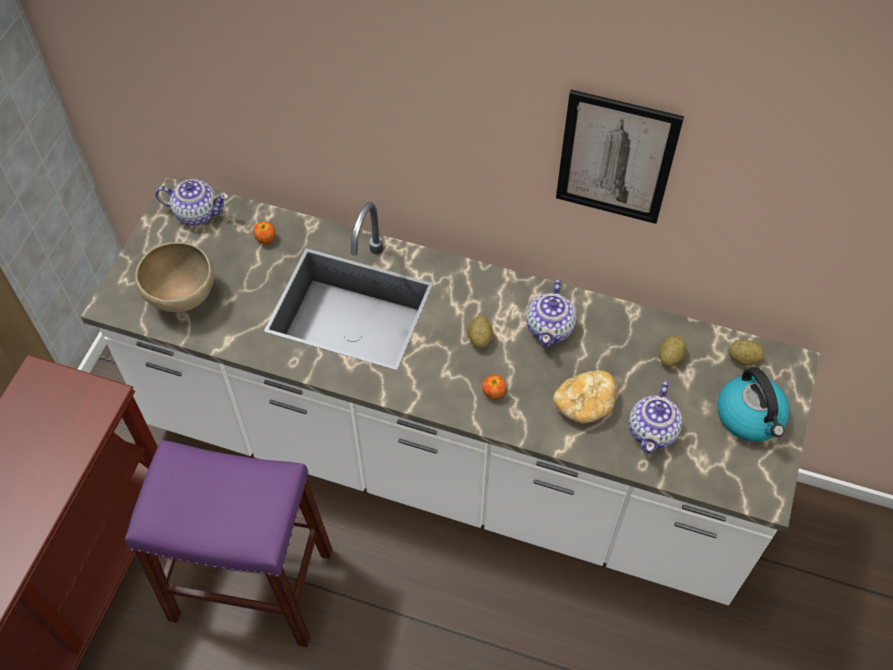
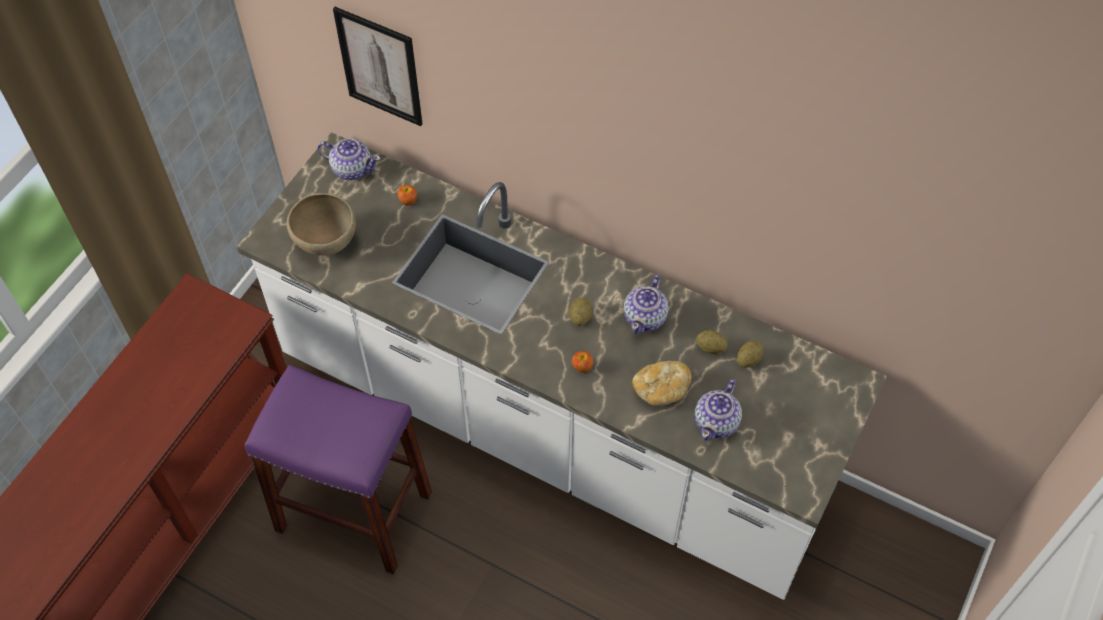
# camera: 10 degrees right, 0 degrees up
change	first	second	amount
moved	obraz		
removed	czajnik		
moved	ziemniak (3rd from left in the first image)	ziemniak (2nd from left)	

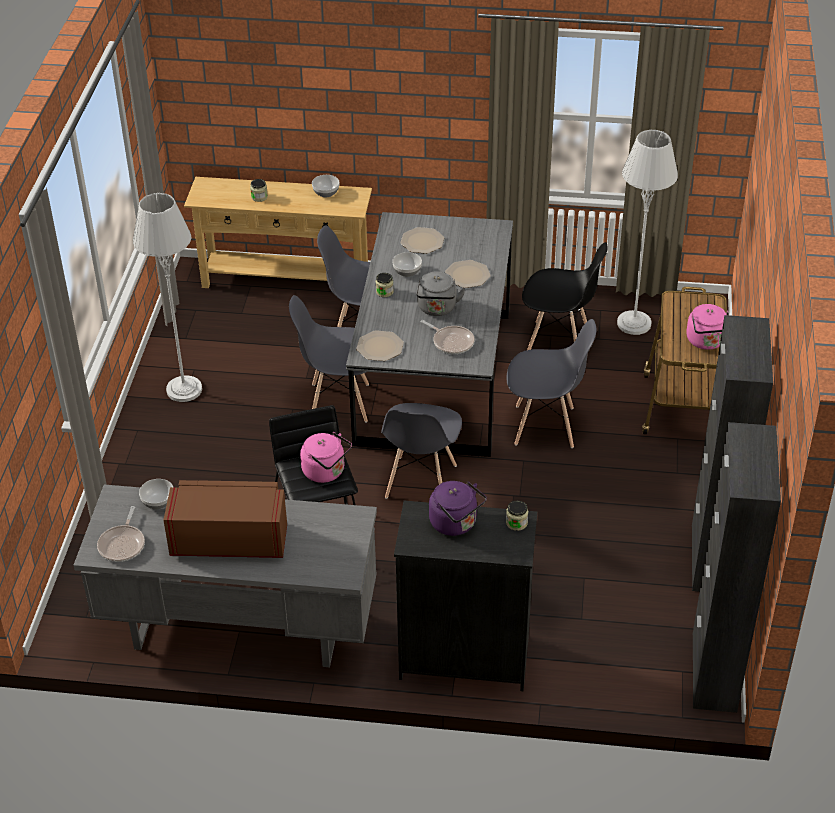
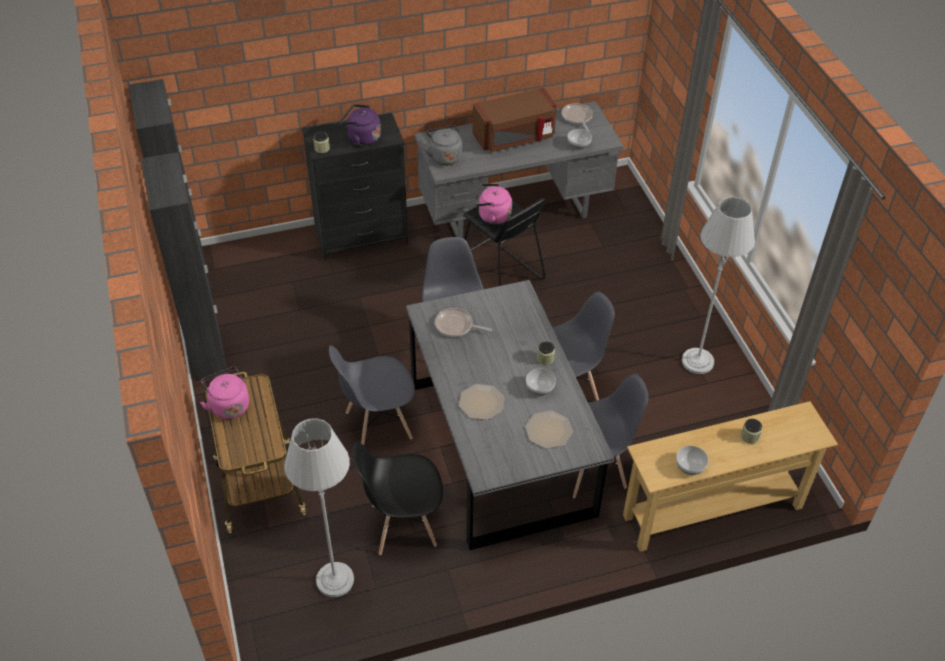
# camera: 155 degrees right, 5 degrees up
change	first	second	amount
removed	talerz (1st from left)		
moved	czajnik/szary		

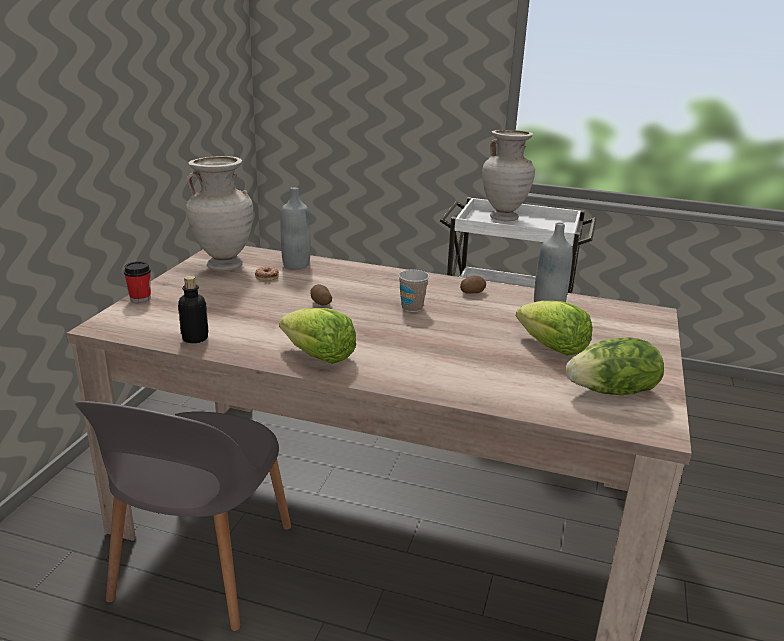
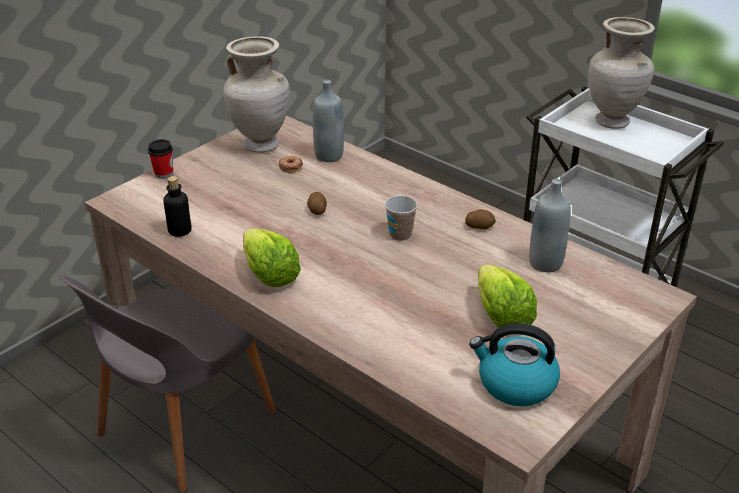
# camera: 25 degrees right, 10 degrees up
change	first	second	amount
replaced	sałata (3rd from left)	czajnik	

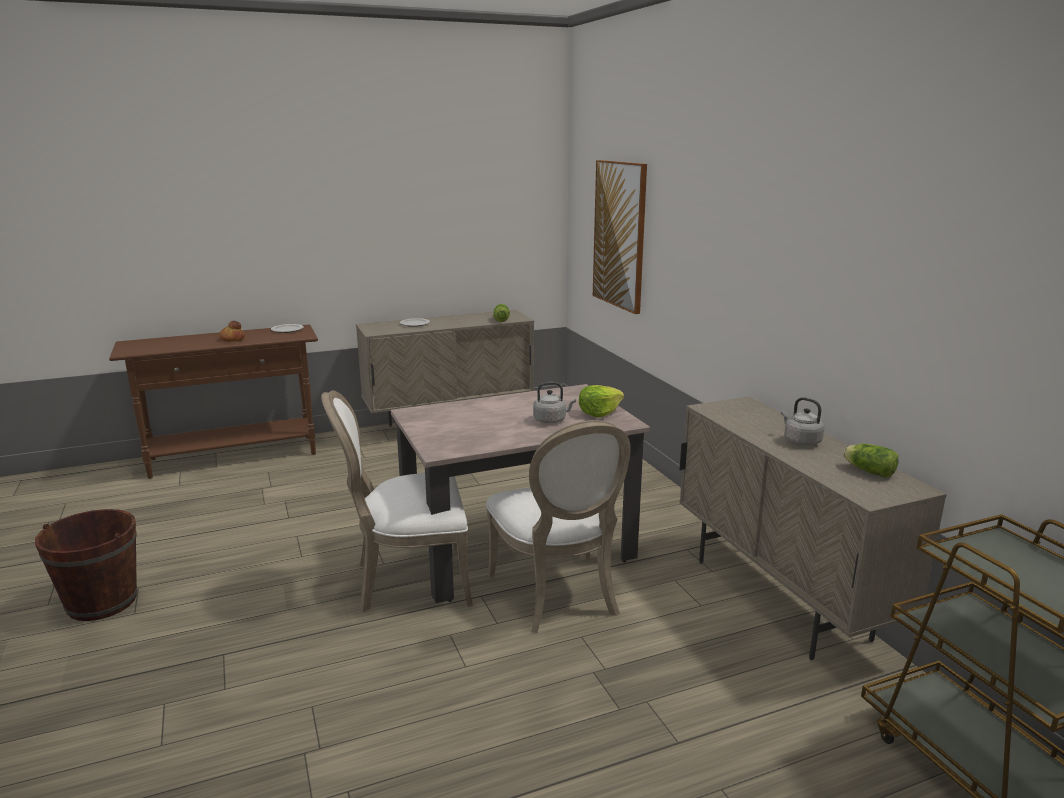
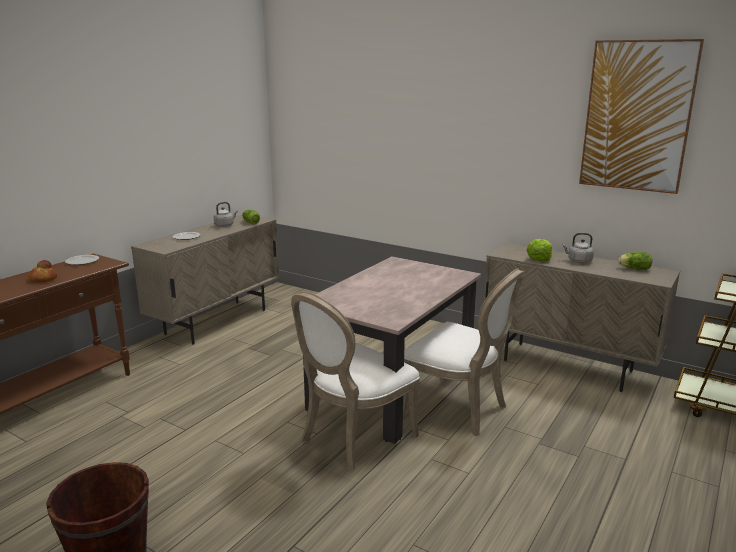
# camera: 35 degrees left, 0 degrees up
change	first	second	amount
moved	czajnik/szary (1st from left)		
moved	sałata (2nd from left)		
moved	obraz		

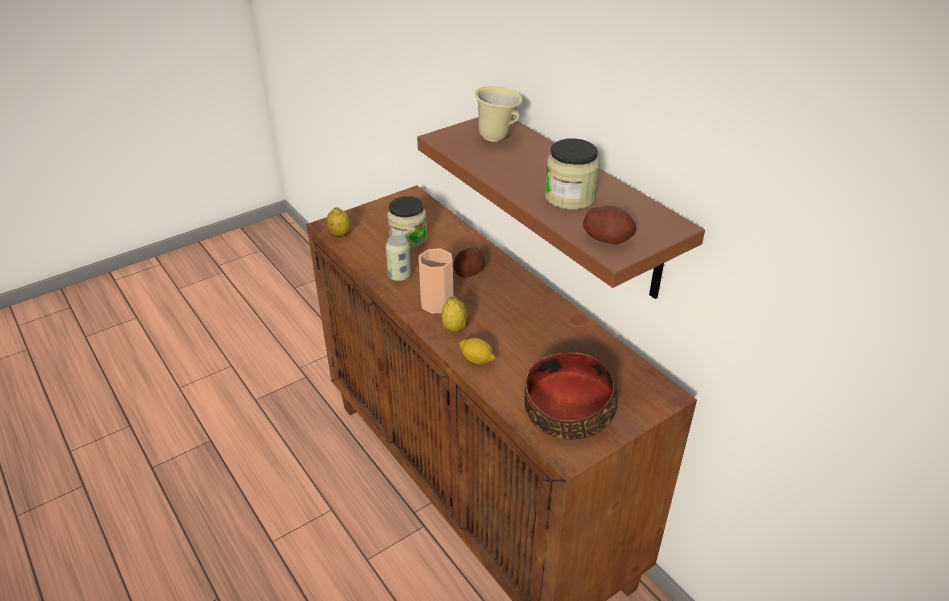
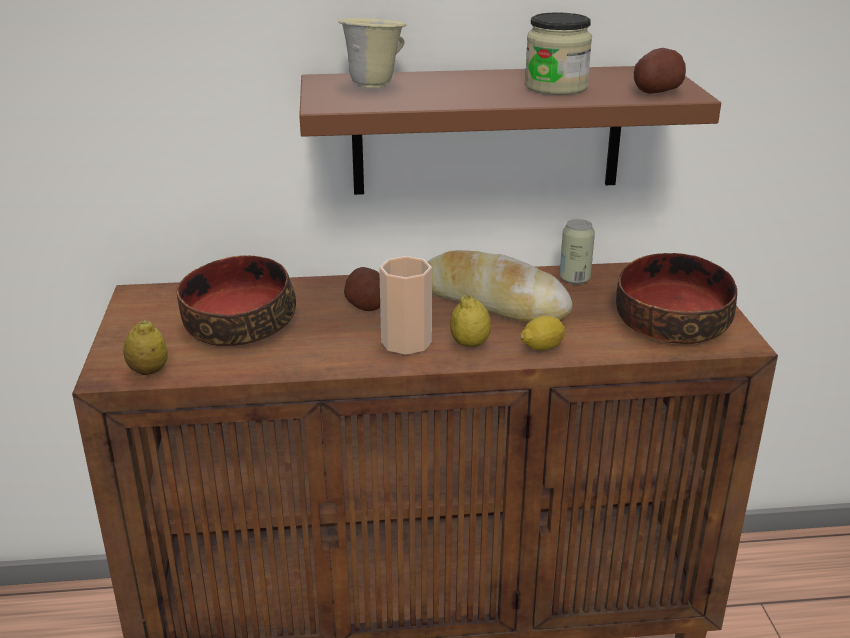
# camera: 60 degrees left, 10 degrees down
change	first	second	amount
moved	puszka		
replaced	słoik (1st from left)	miska (1st from left)	
added		chleb	

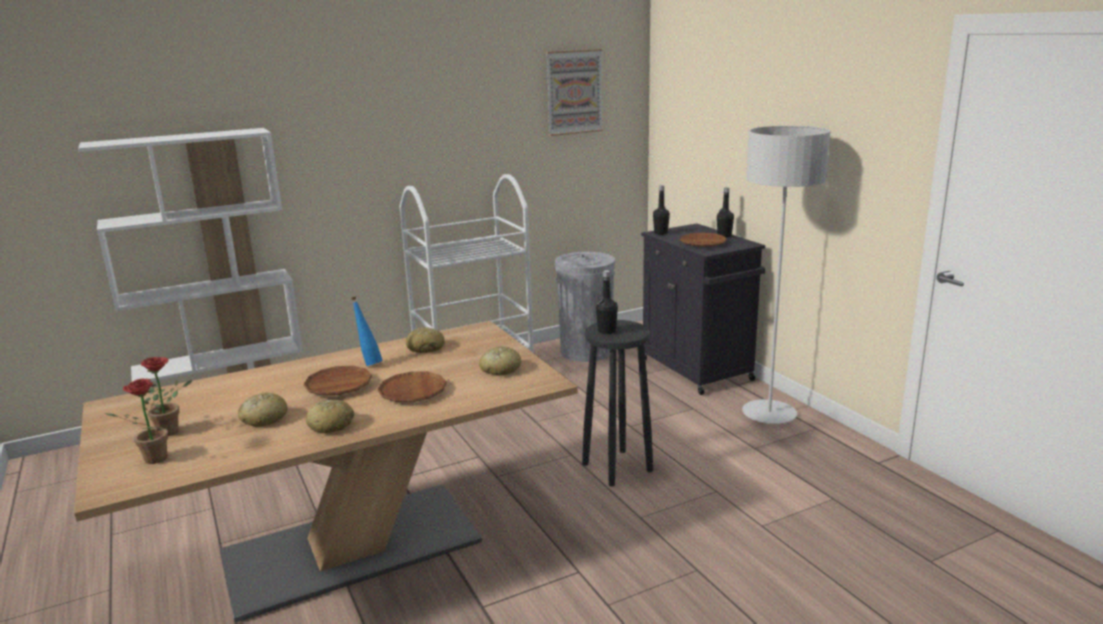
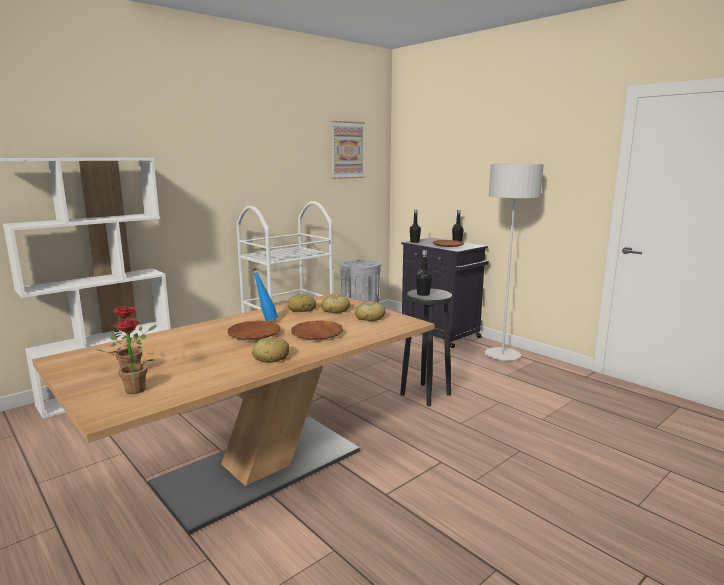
# camera: 15 degrees left, 5 degrees down
change	first	second	amount
moved	chleb (1st from left in the first image)	chleb (3rd from left)	

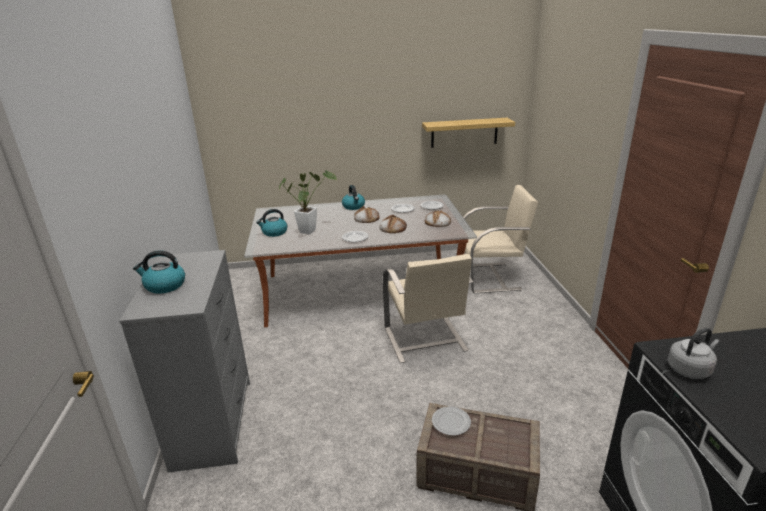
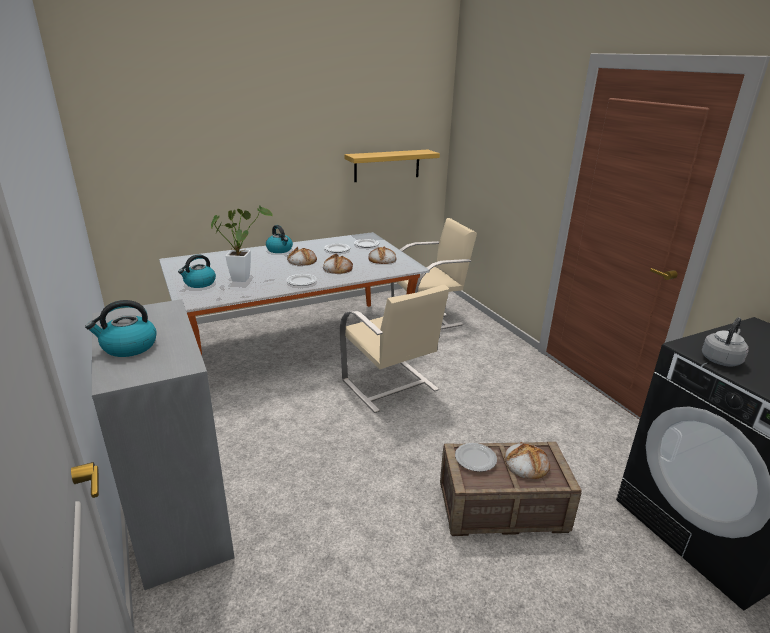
# camera: 20 degrees left, 0 degrees up
change	first	second	amount
added		chleb (4th from left)	

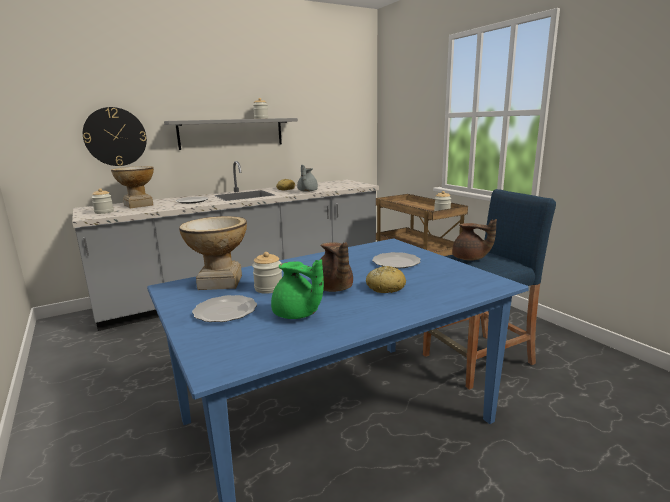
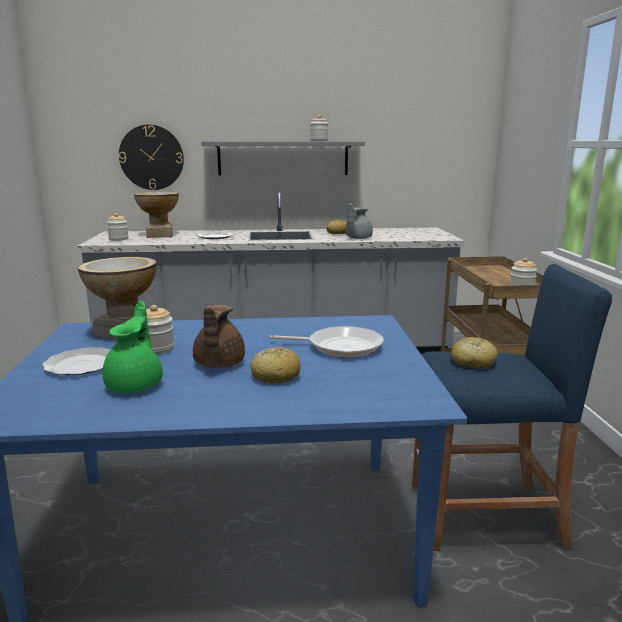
# camera: 25 degrees right, 0 degrees up
change	first	second	amount
turned	imbryk/zielony		150 degrees counterclockwise
replaced	talerz (3rd from left)	patelnia	
replaced	imbryk/brązowy (2nd from left)	chleb (3rd from left)	

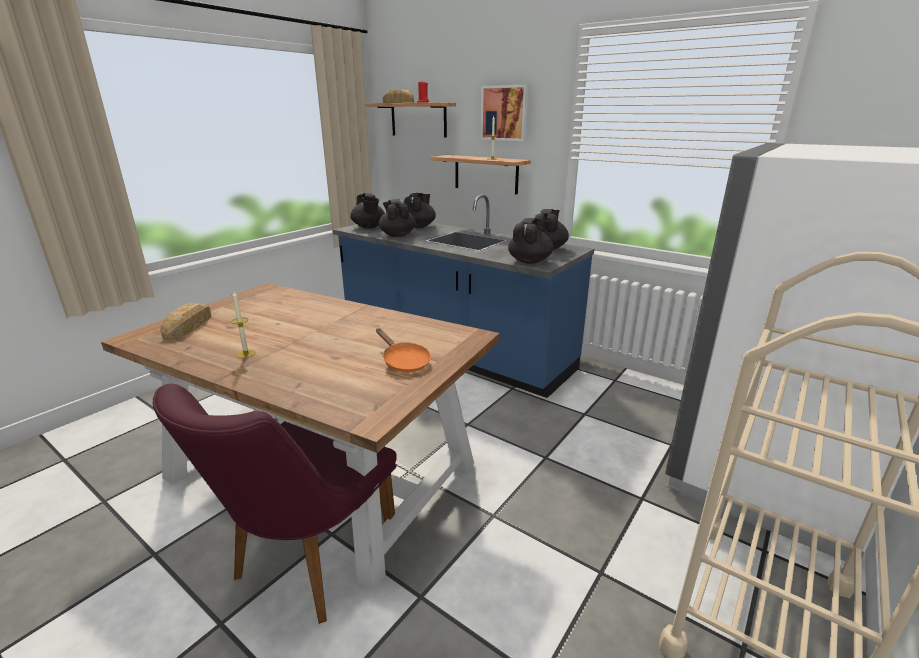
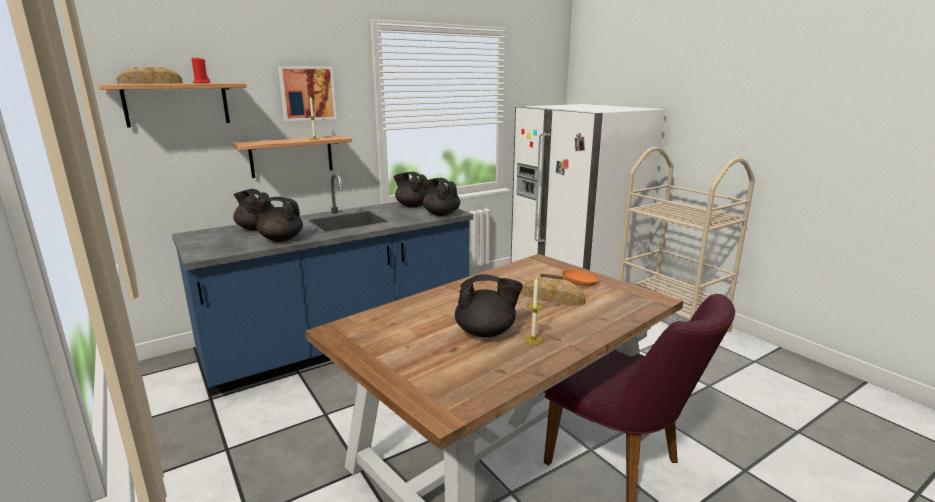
# camera: 70 degrees left, 5 degrees down
change	first	second	amount
moved	chleb (1st from left in the first image)	chleb (2nd from left)	
moved	imbryk/czarny (1st from left in the first image)	imbryk/czarny (5th from left)	

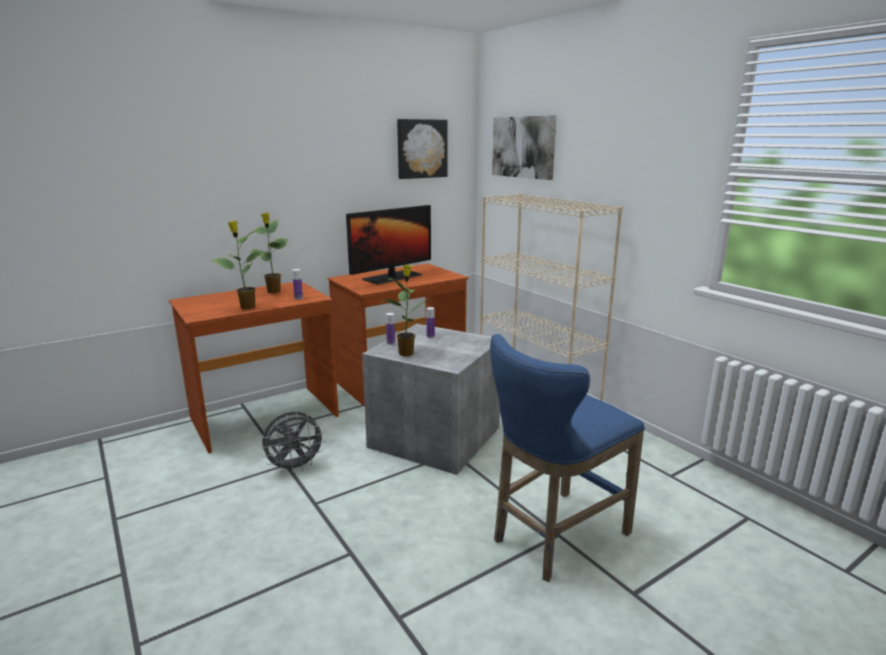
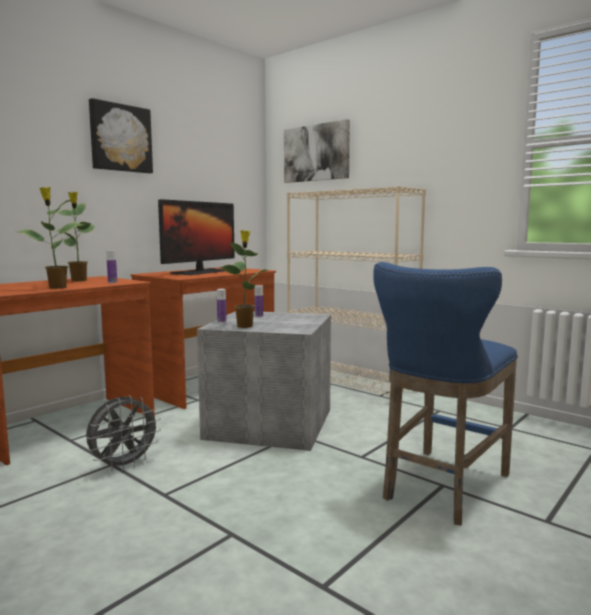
# camera: 15 degrees left, 10 degrees down
change	first	second	amount
moved	obraz (1st from left)		

